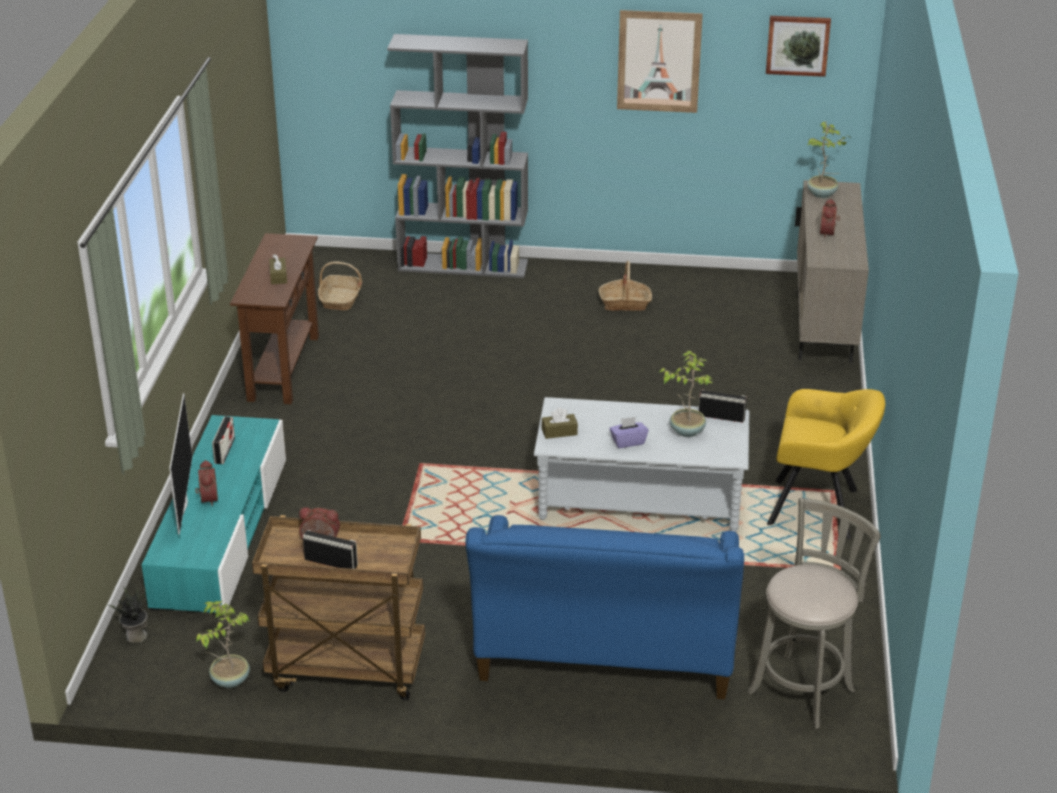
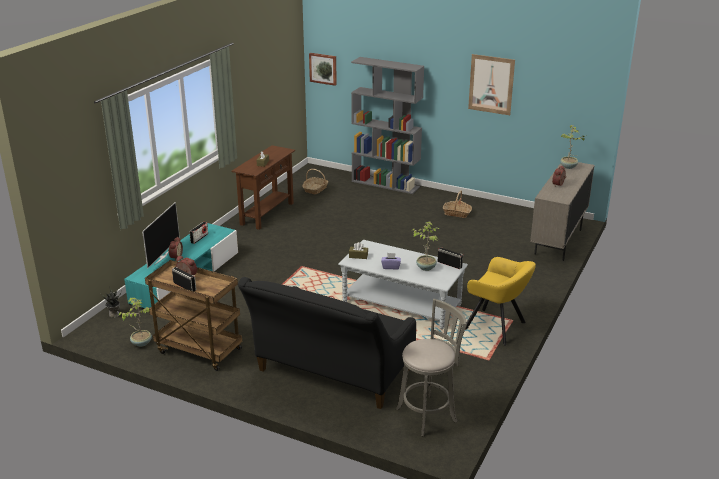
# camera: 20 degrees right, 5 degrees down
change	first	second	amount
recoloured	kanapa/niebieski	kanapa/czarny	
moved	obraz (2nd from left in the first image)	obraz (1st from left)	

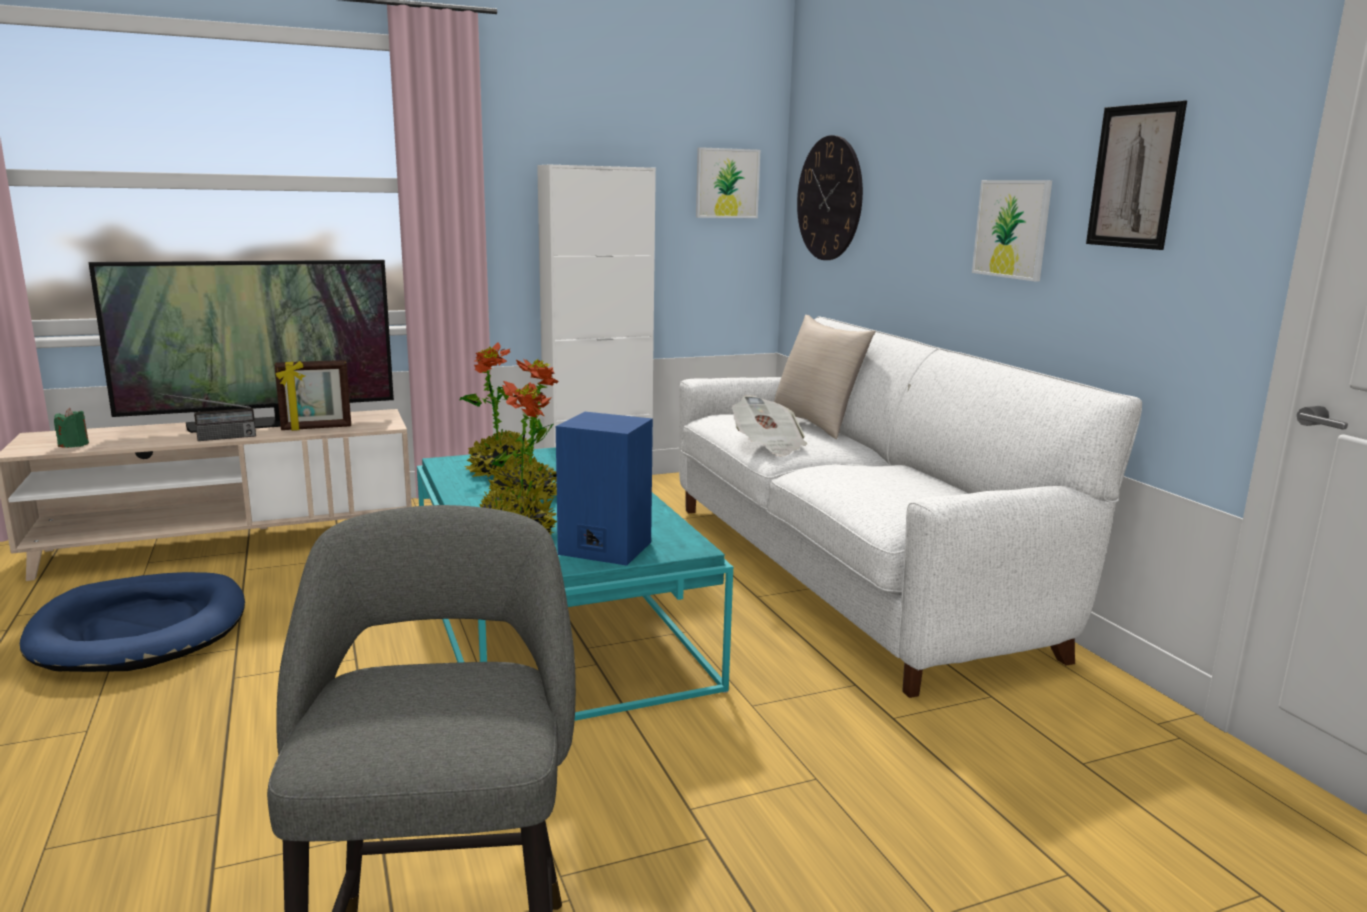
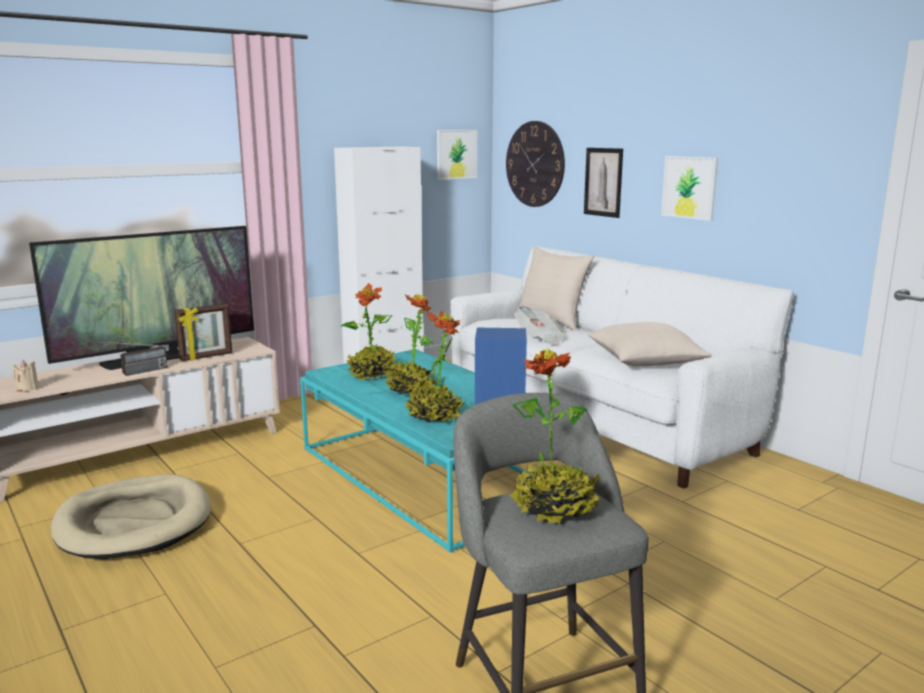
# camera: 15 degrees left, 0 degrees up
change	first	second	amount
recoloured	legowisko/niebieski	legowisko/beżowy	
recoloured	świeca/zielony	świeca/beżowy	
moved	obraz (3rd from left in the first image)	obraz (2nd from left)	
added		roślina doniczkowa (4th from left)	
added		poduszka/beżowy (2nd from left)	

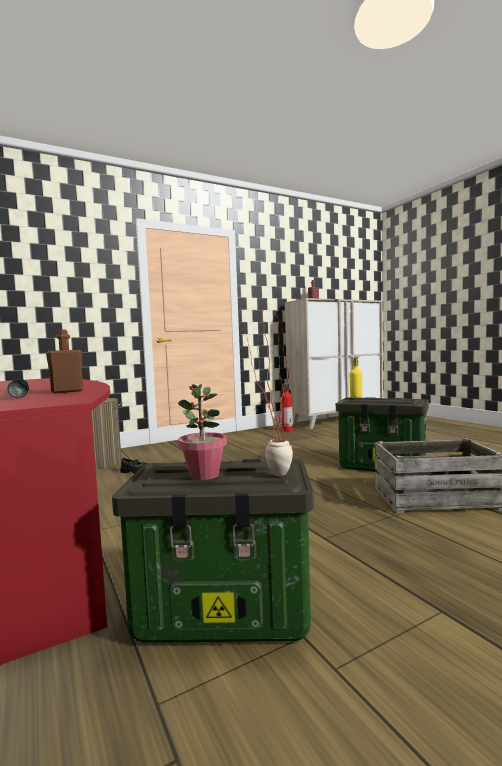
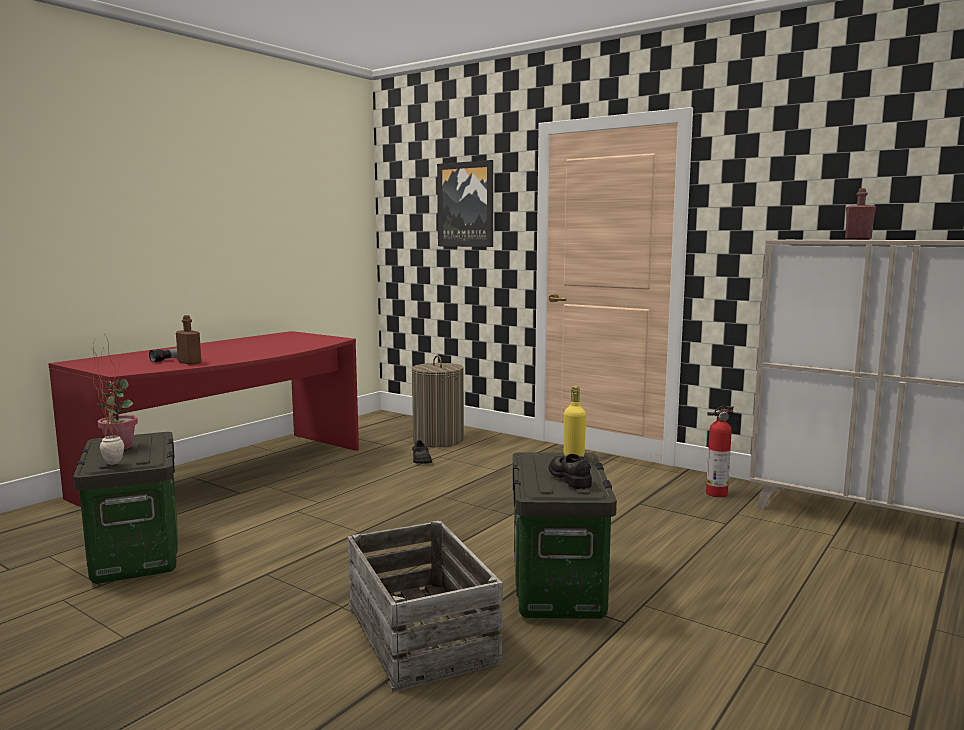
# camera: 65 degrees right, 5 degrees up
change	first	second	amount
added		obraz	
added		but/czarny (2nd from left)	

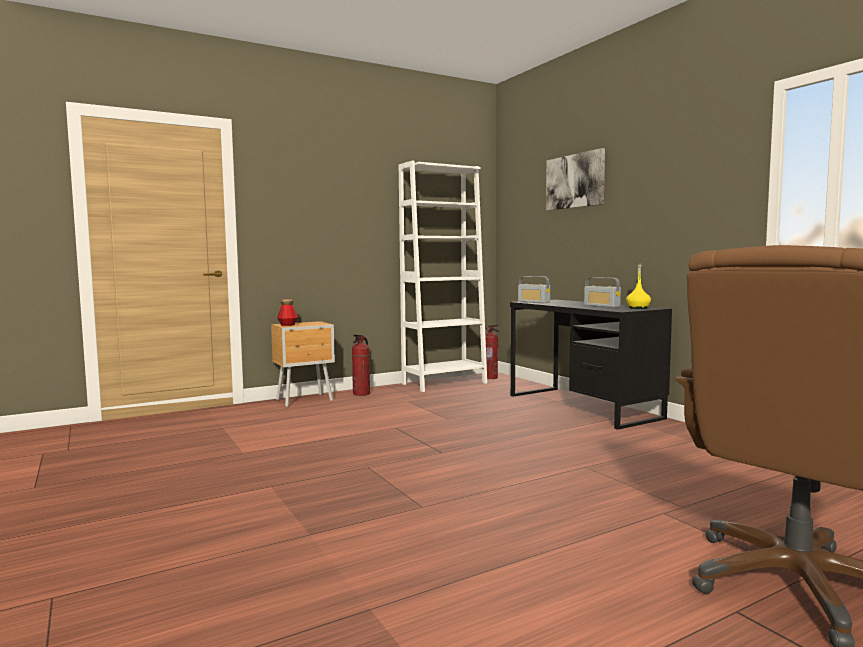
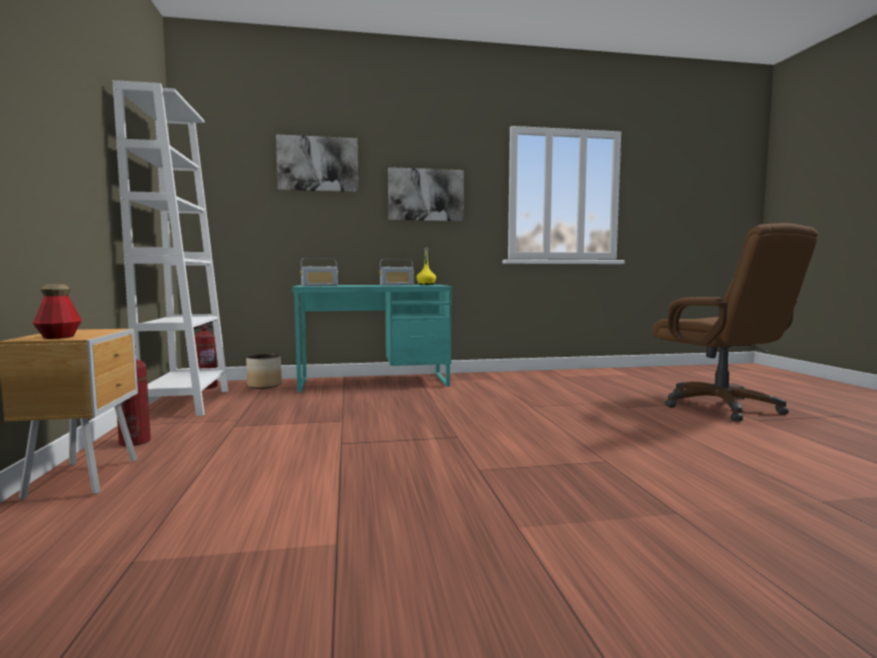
# camera: 70 degrees left, 0 degrees up
change	first	second	amount
recoloured	biurko/czarny	biurko/turkusowy	
added		donica	
added		obraz (2nd from left)	

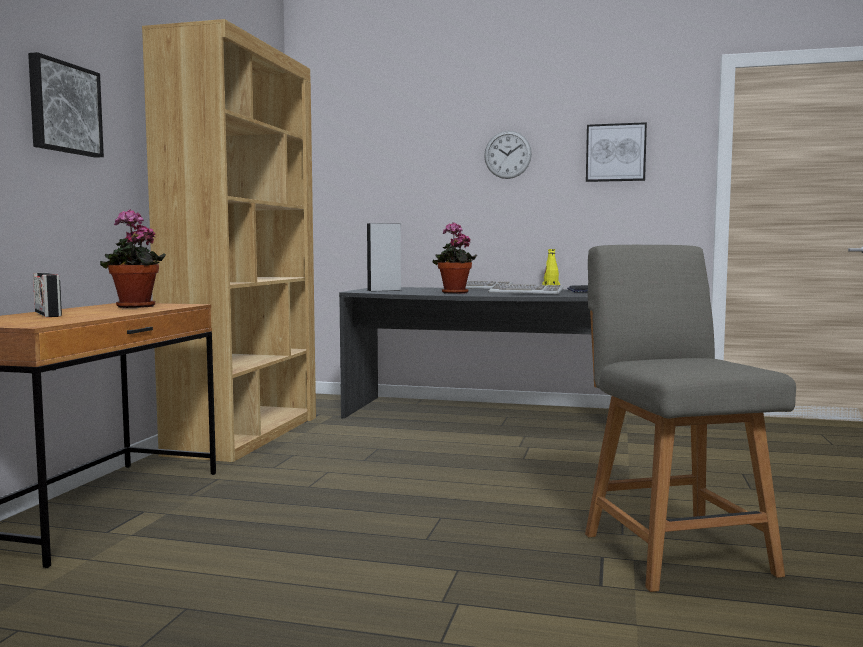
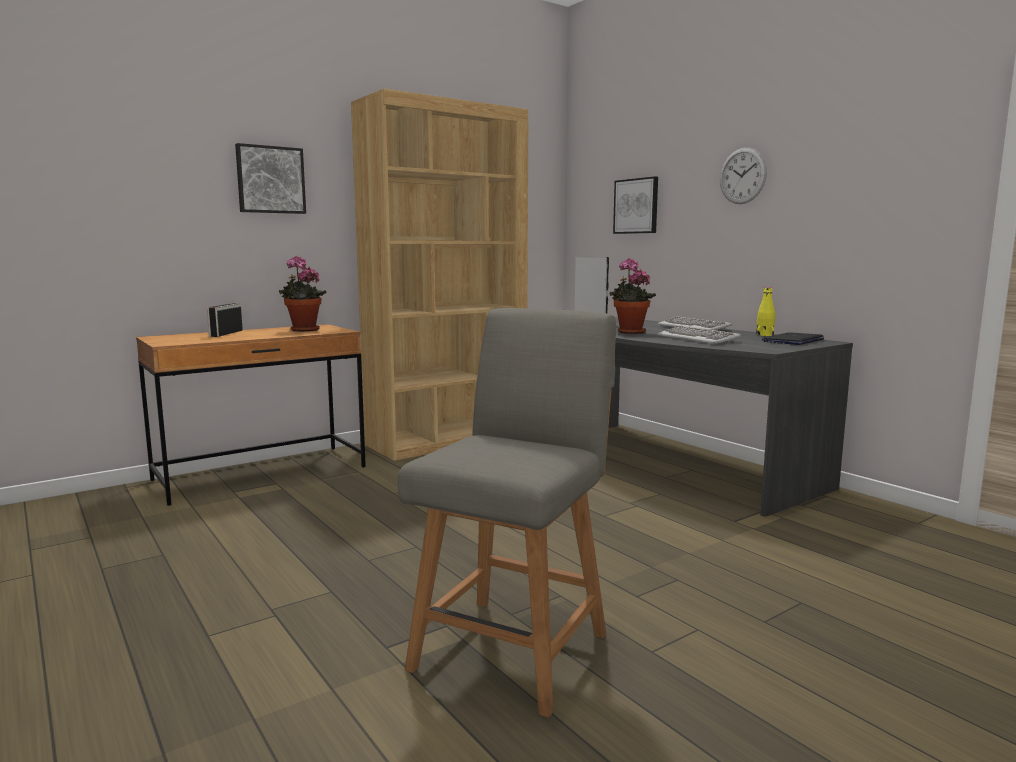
# camera: 40 degrees right, 5 degrees up
change	first	second	amount
moved	obraz (2nd from left)		

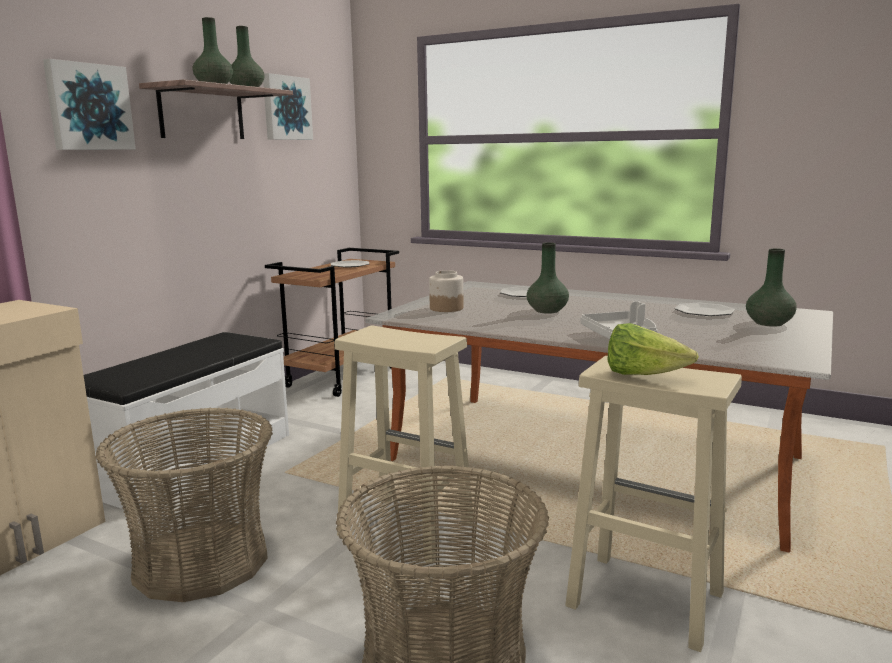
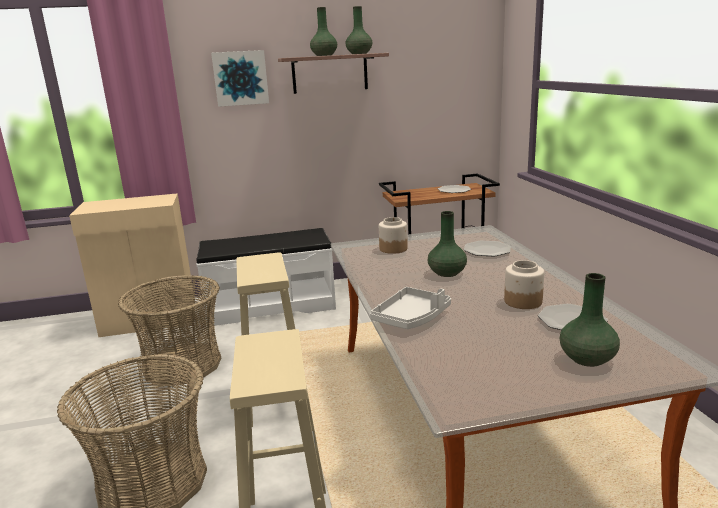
# camera: 50 degrees right, 5 degrees up
change	first	second	amount
removed	obraz (2nd from left)		
removed	sałata		
added		słoik (2nd from left)	

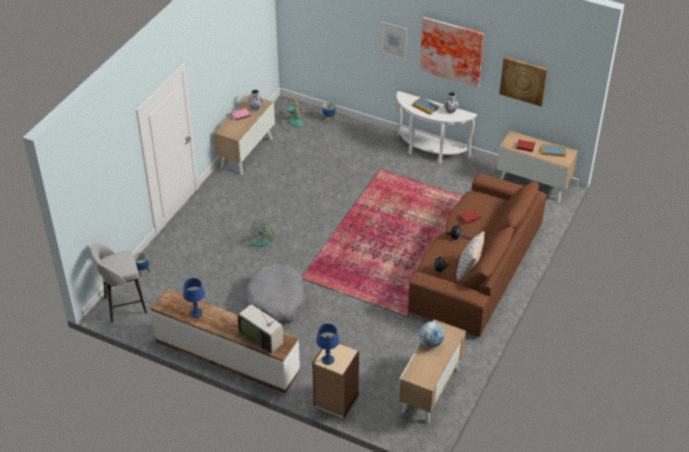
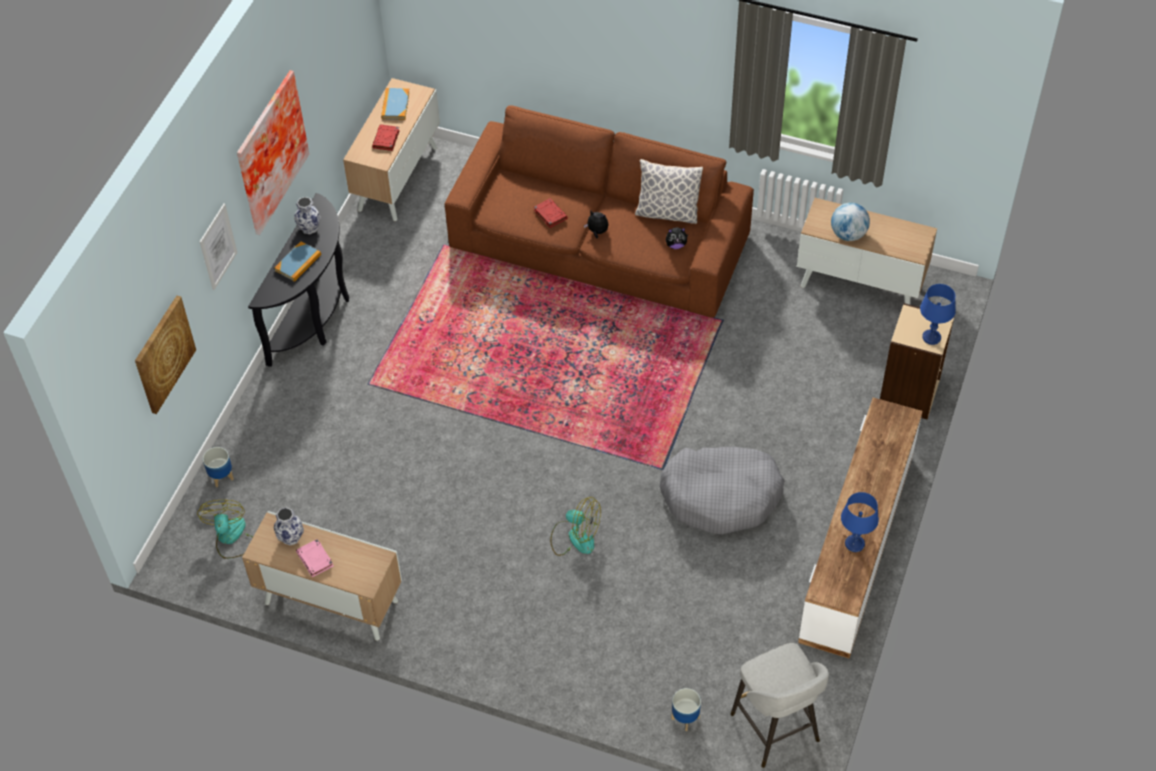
# camera: 95 degrees left, 10 degrees up
change	first	second	amount
removed	telewizor		
recoloured	stolik konsolowy/biały	stolik konsolowy/czarny	
moved	obraz (3rd from left in the first image)	obraz (1st from left)	

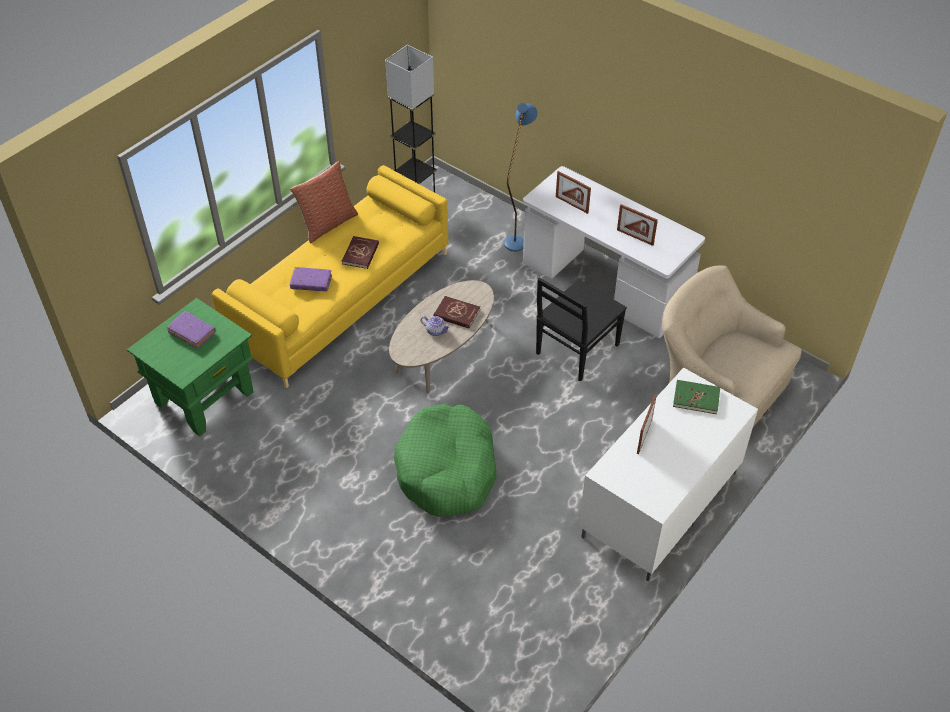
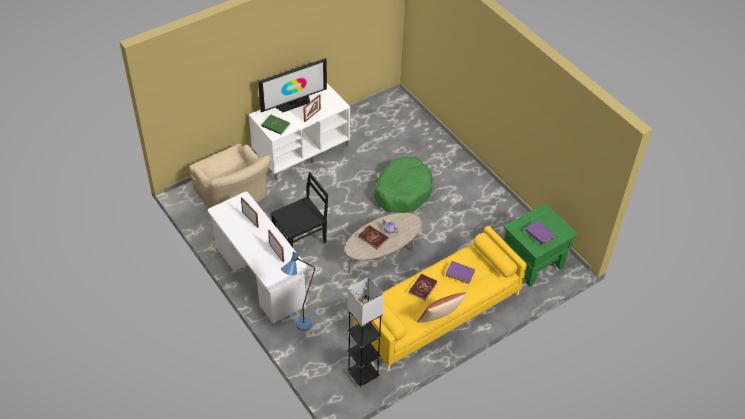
# camera: 165 degrees left, 0 degrees up
change	first	second	amount
added		telewizor	

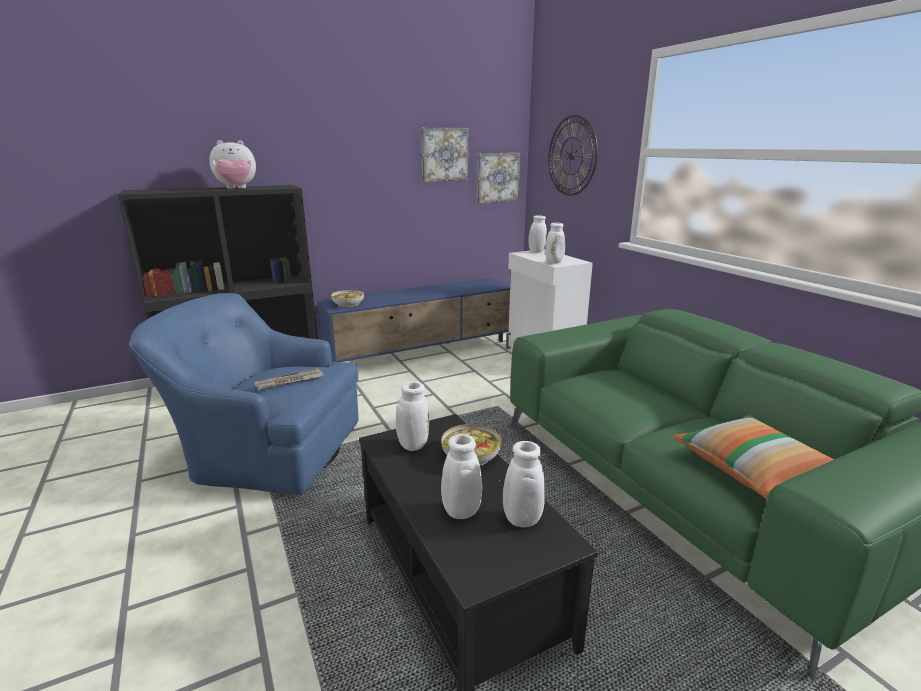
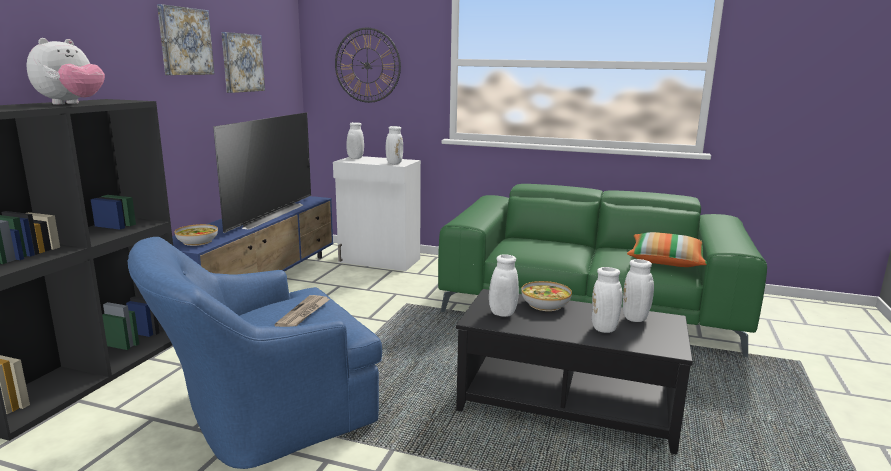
# camera: 45 degrees left, 5 degrees down
change	first	second	amount
moved	obraz (2nd from left in the first image)	obraz (1st from left)	
added		telewizor	

